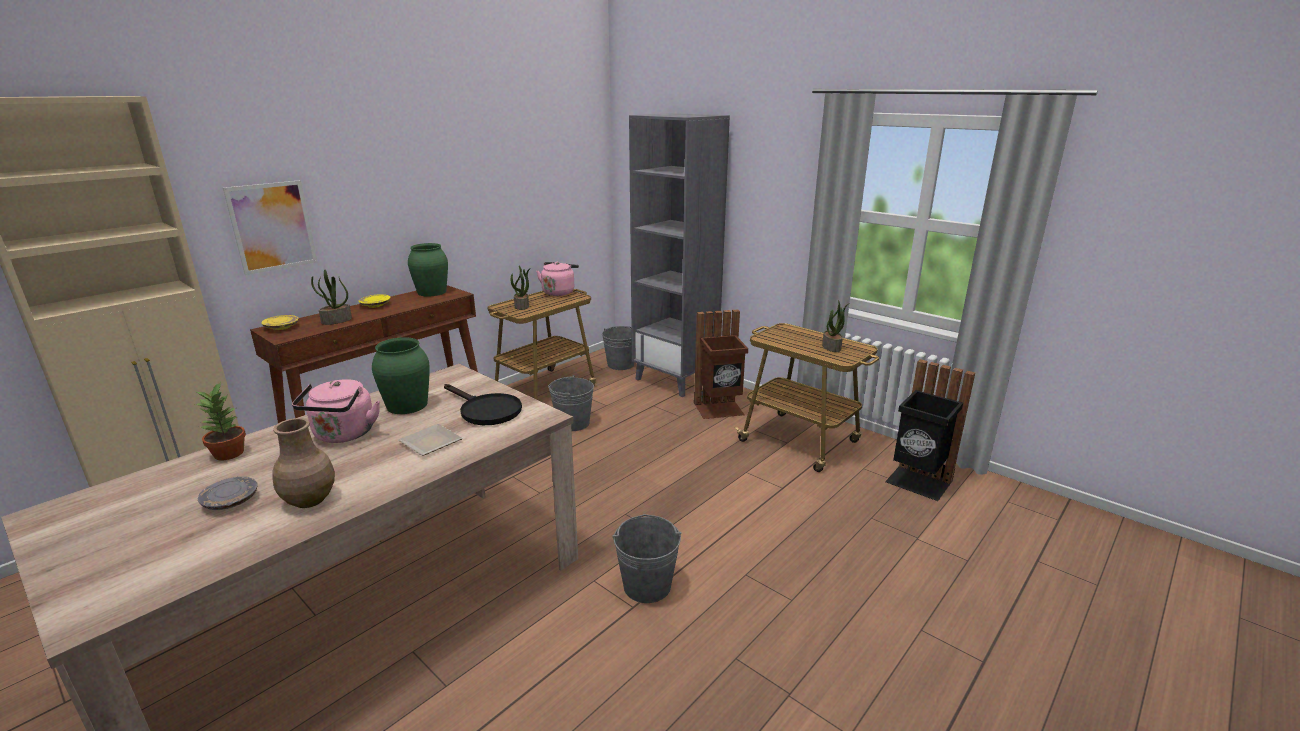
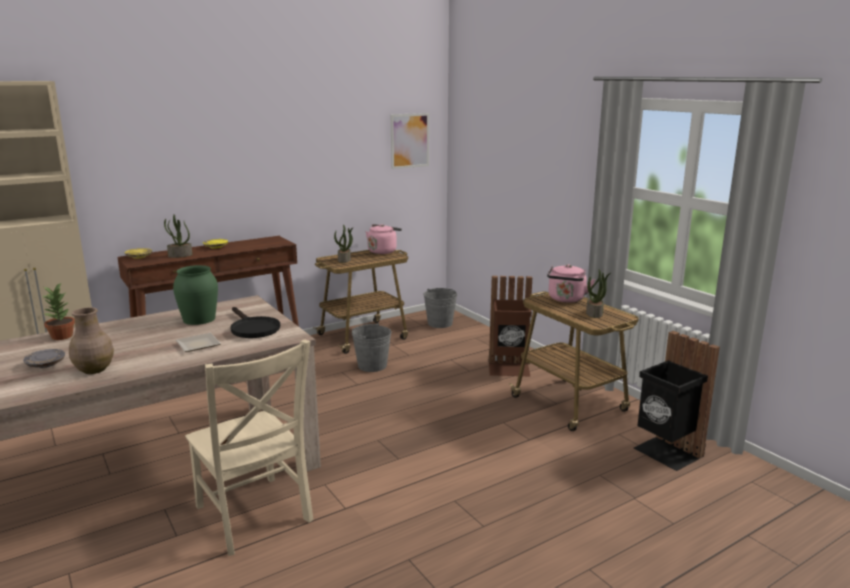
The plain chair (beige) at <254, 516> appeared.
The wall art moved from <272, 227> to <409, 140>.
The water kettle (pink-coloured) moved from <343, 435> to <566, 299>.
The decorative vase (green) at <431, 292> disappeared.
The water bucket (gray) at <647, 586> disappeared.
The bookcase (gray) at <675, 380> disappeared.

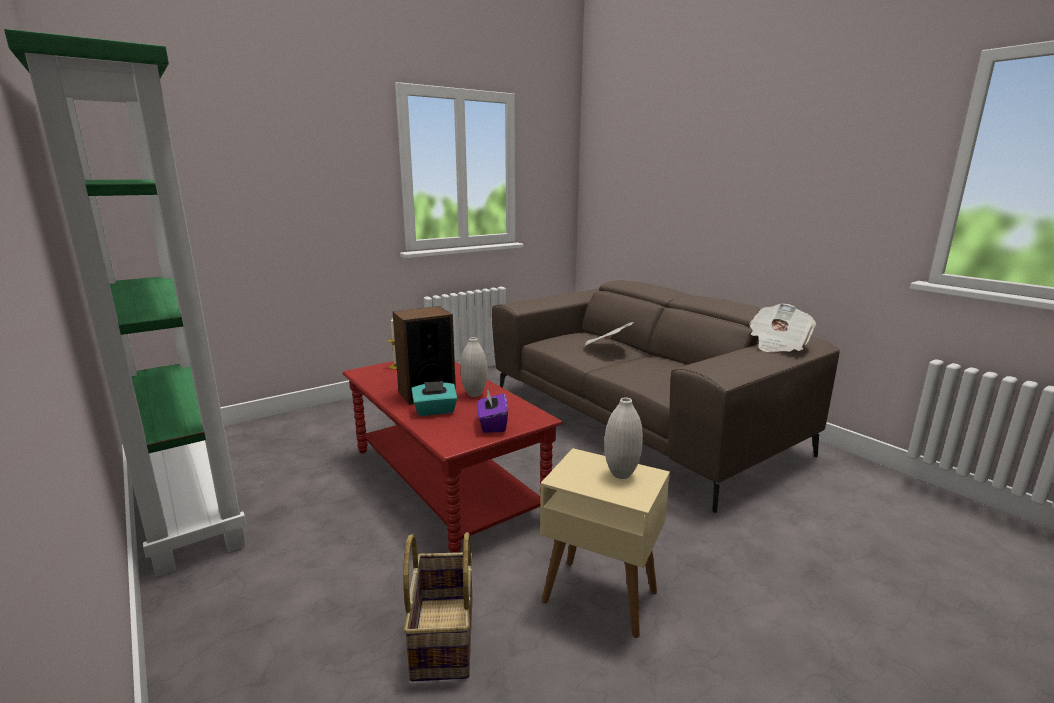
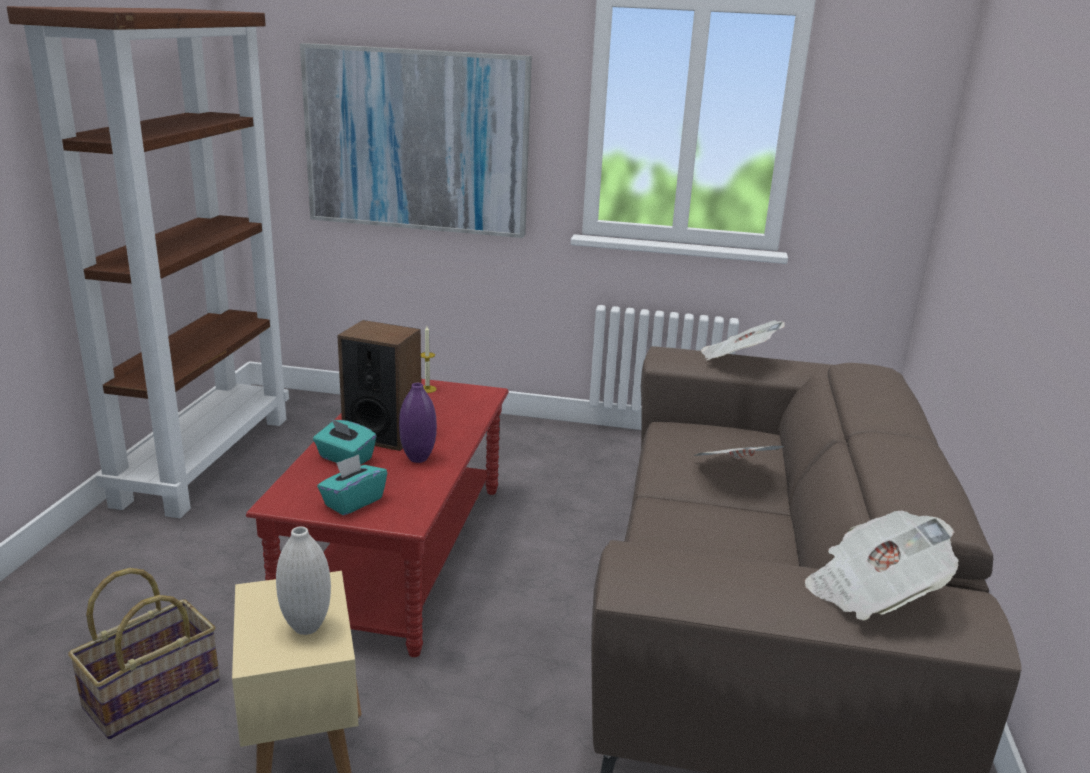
The bookcase (green) at <187, 505> became the bookcase (brownish) at <205, 458>.
The wall art at <417, 140> appeared.
The tissue holder (purple) at <492, 425> became the tissue holder (turquoise-coloured) at <353, 502>.
The decorative vase (white-coloured) at <474, 394> became the decorative vase (purple) at <418, 458>.
The newspaper at <737, 360> appeared.

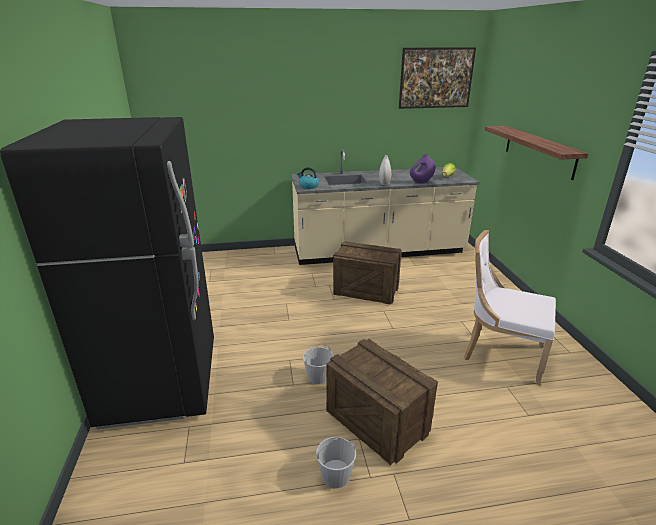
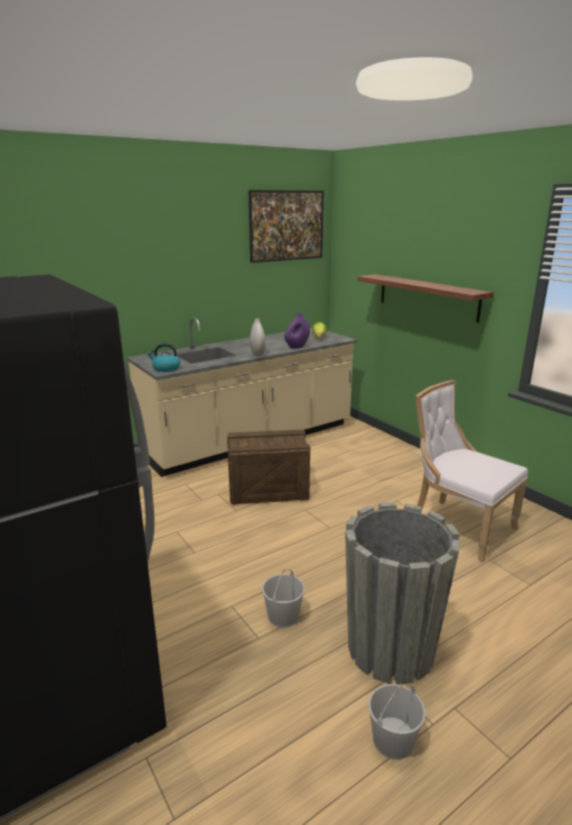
The packing crate at <376, 421> was replaced by the flower pot (gray) at <390, 648>.
The plain chair (white-coloured) at <500, 353> turned 45 degrees clockwise.

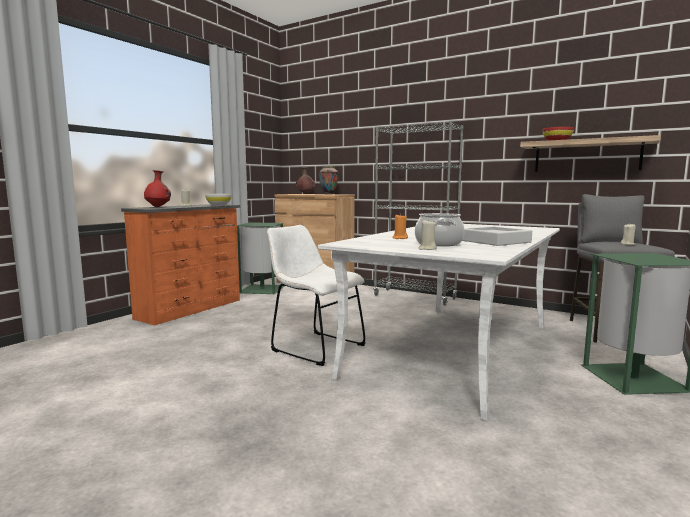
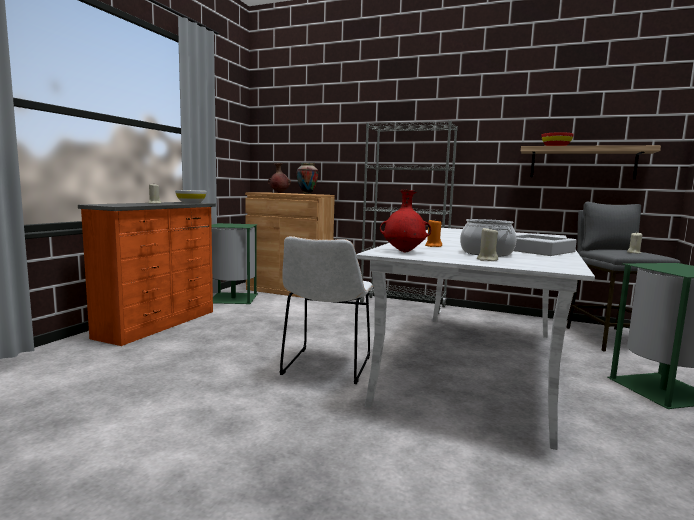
The plain chair (white-coloured) at <314, 347> turned 105 degrees counterclockwise.
The decorative vase (reddish) moved from <158, 207> to <404, 251>.

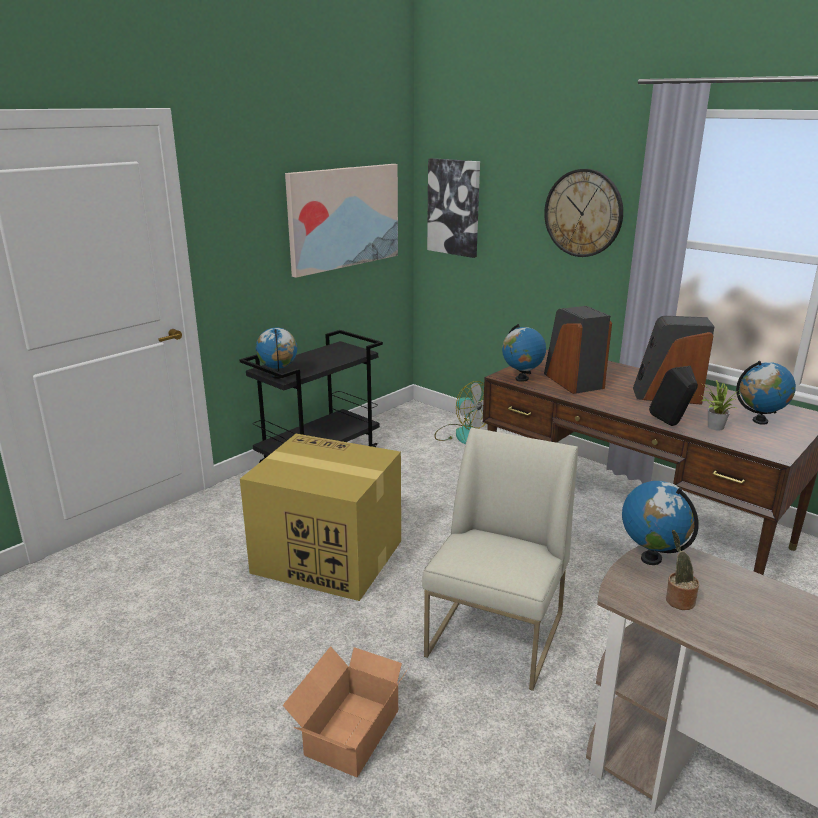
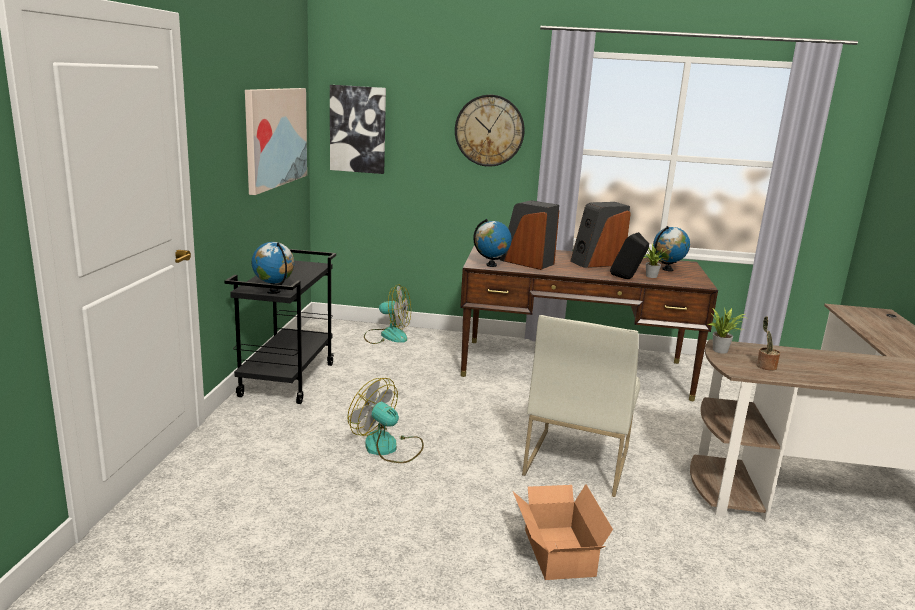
The cardboard box at <326, 556> was replaced by the electric fan at <388, 448>.
The plain chair (white-coloured) at <496, 635> turned 150 degrees counterclockwise.
The world globe at <651, 558> was replaced by the plant in a pot at <722, 350>.

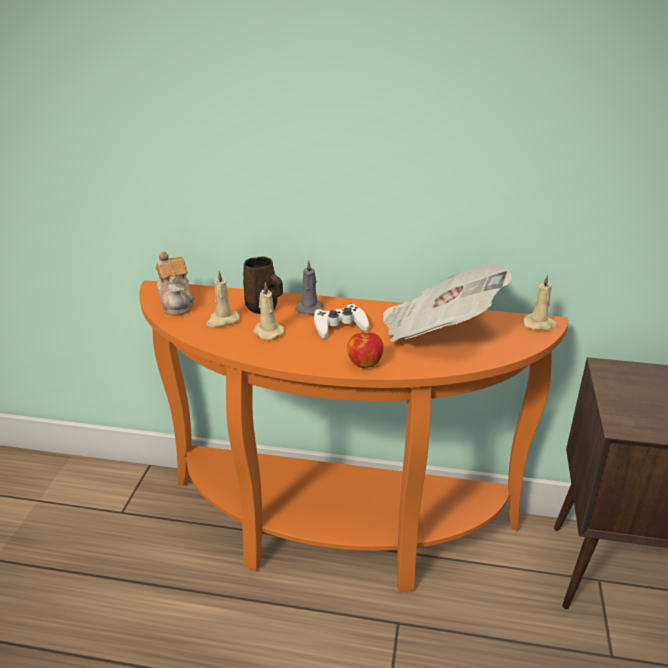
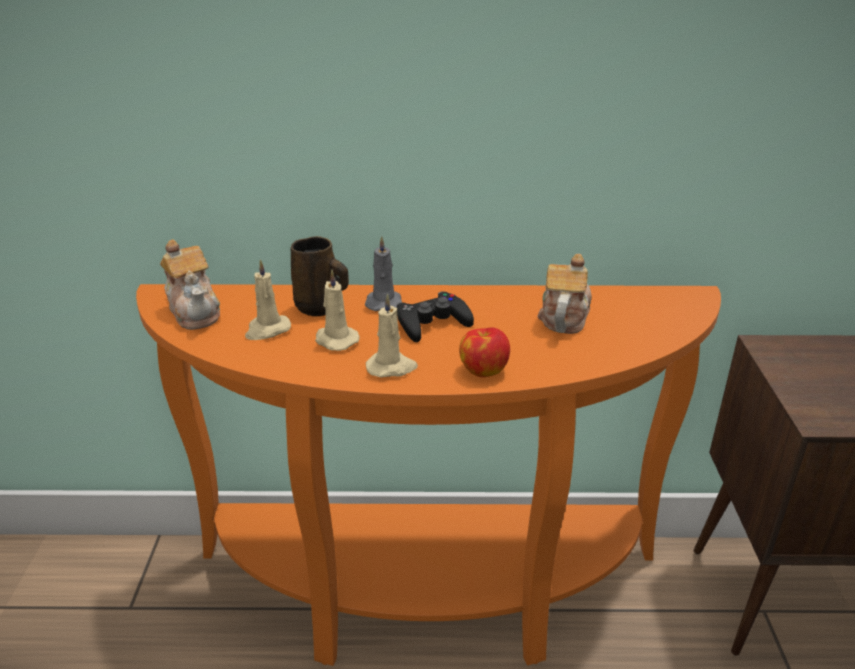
The wax candle (beige) moved from <540, 324> to <392, 367>.
The joypad (white-coloured) at <339, 326> became the joypad (black) at <432, 323>.
The newspaper at <438, 330> was replaced by the tea pot at <563, 317>.

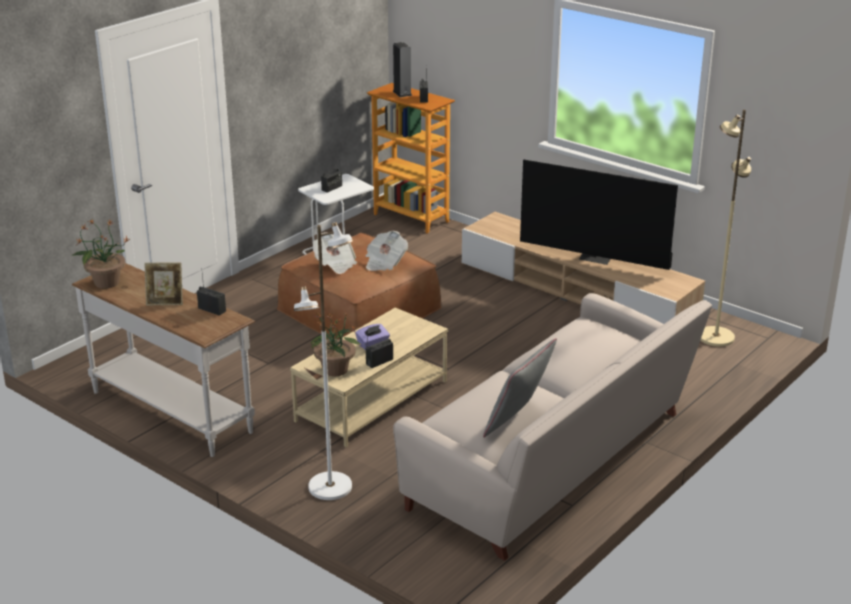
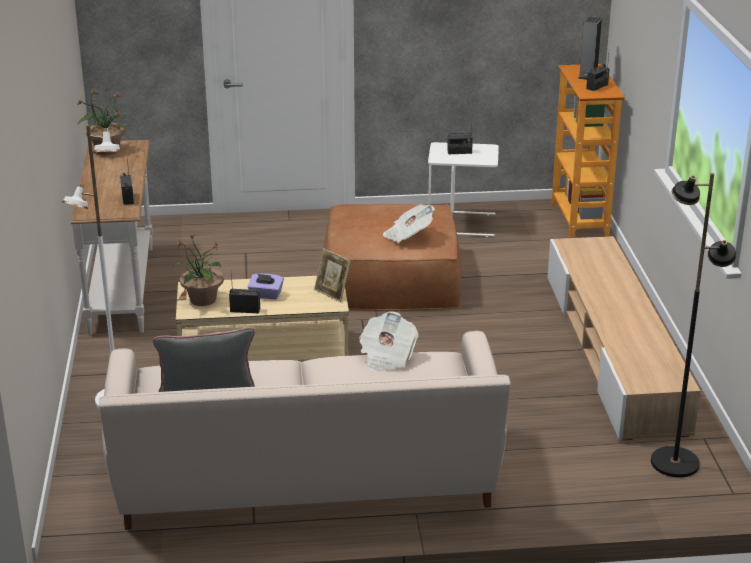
The standing frame moved from <165, 302> to <332, 293>.
The newspaper moved from <335, 264> to <386, 357>.
The standard lamp (beige) at <715, 337> became the standard lamp (black) at <674, 462>.
The television at <596, 258> disappeared.

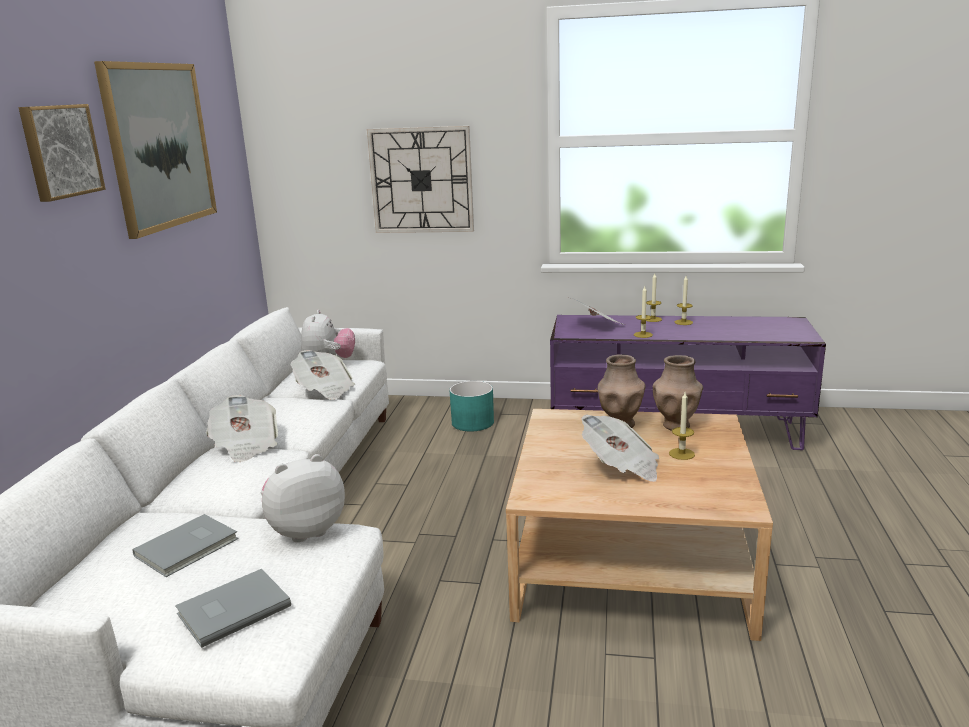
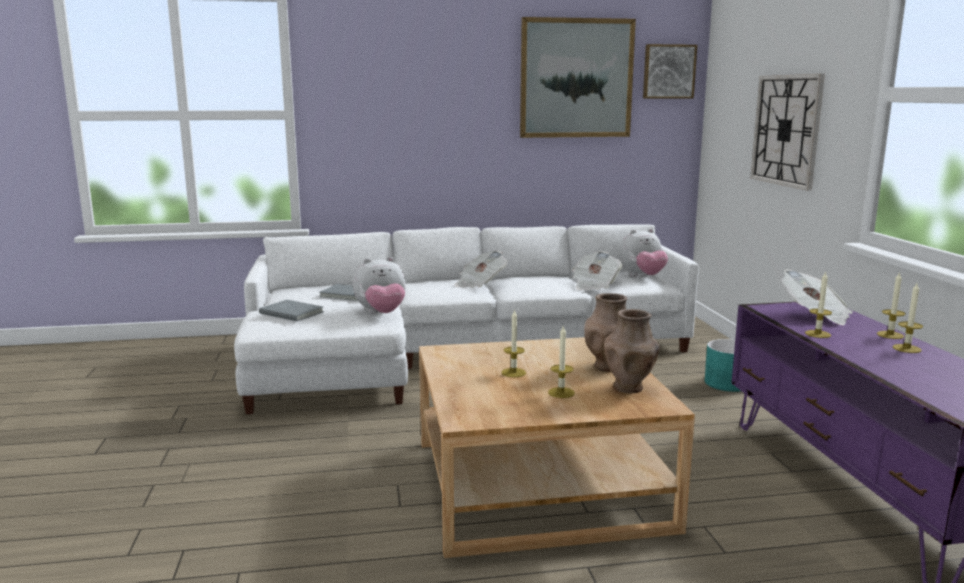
The cuddly toy at <305, 530> turned 120 degrees clockwise.
The newspaper at <621, 467> was replaced by the wax candle at <513, 372>.
The wall art moved from <60, 151> to <668, 71>.

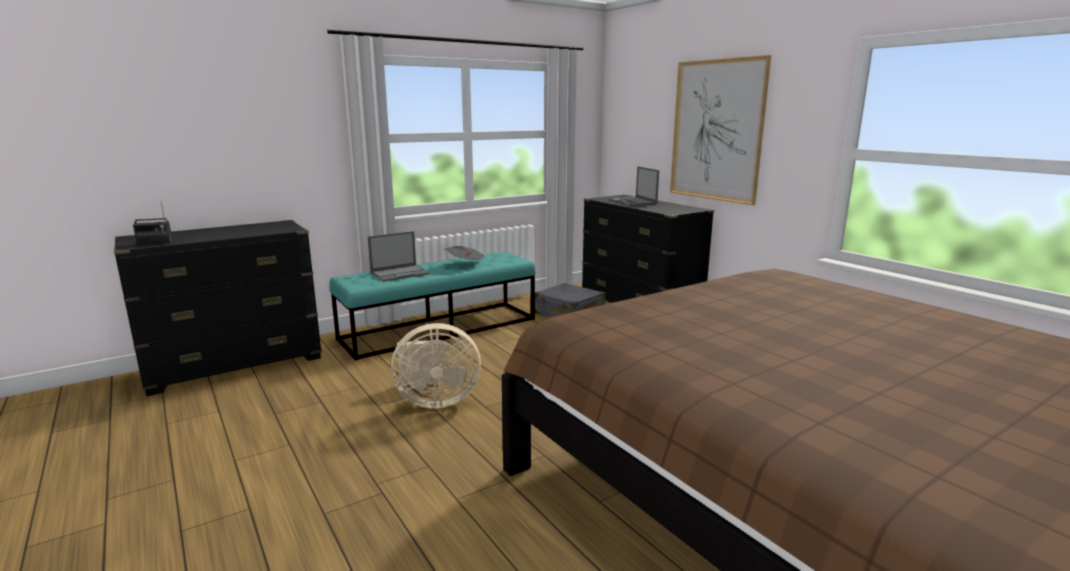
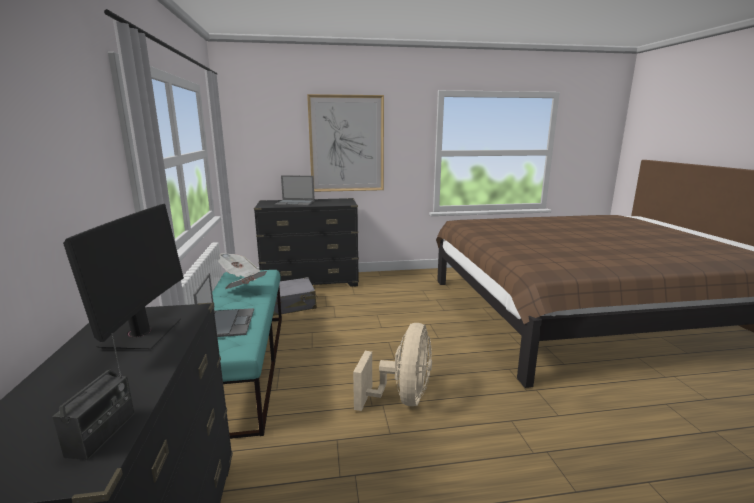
The computer display at <142, 334> appeared.
The newspaper at <241, 276> appeared.

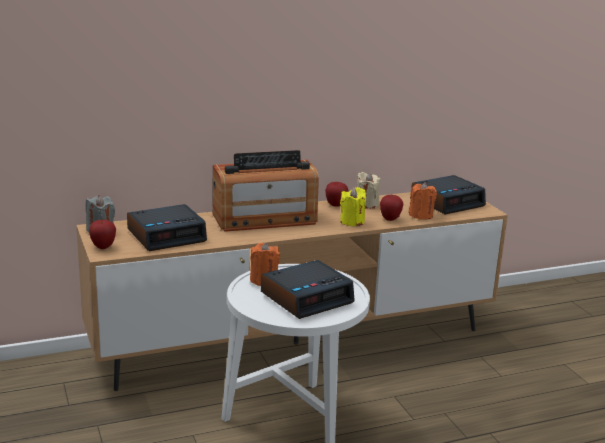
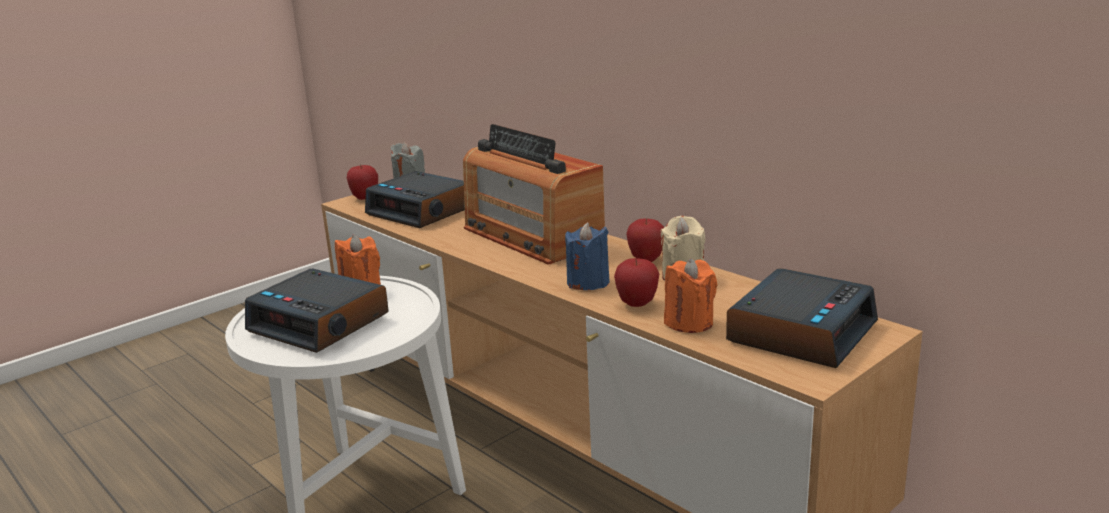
The wax candle (yellowish) at <352, 222> became the wax candle (blue-coloured) at <588, 282>.
The bedside clock at <447, 202> turned 90 degrees counterclockwise.

